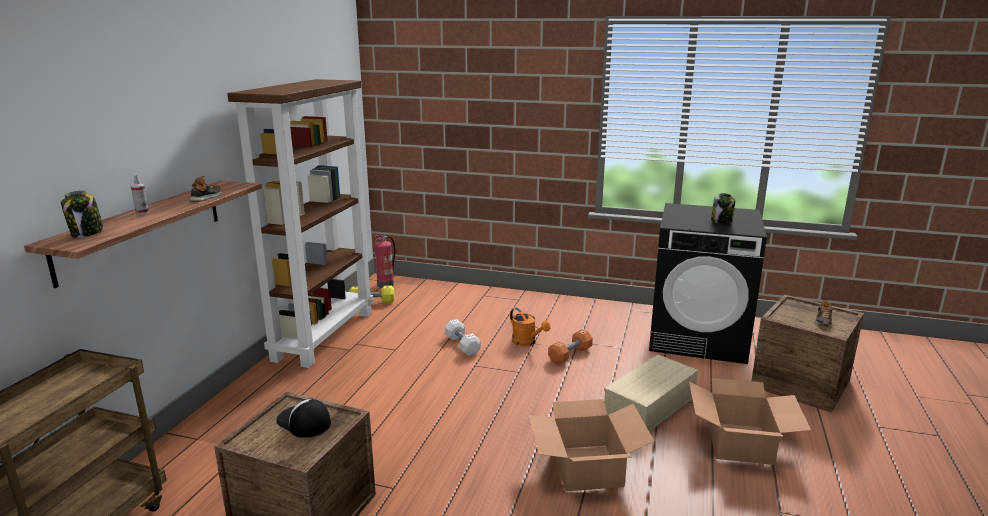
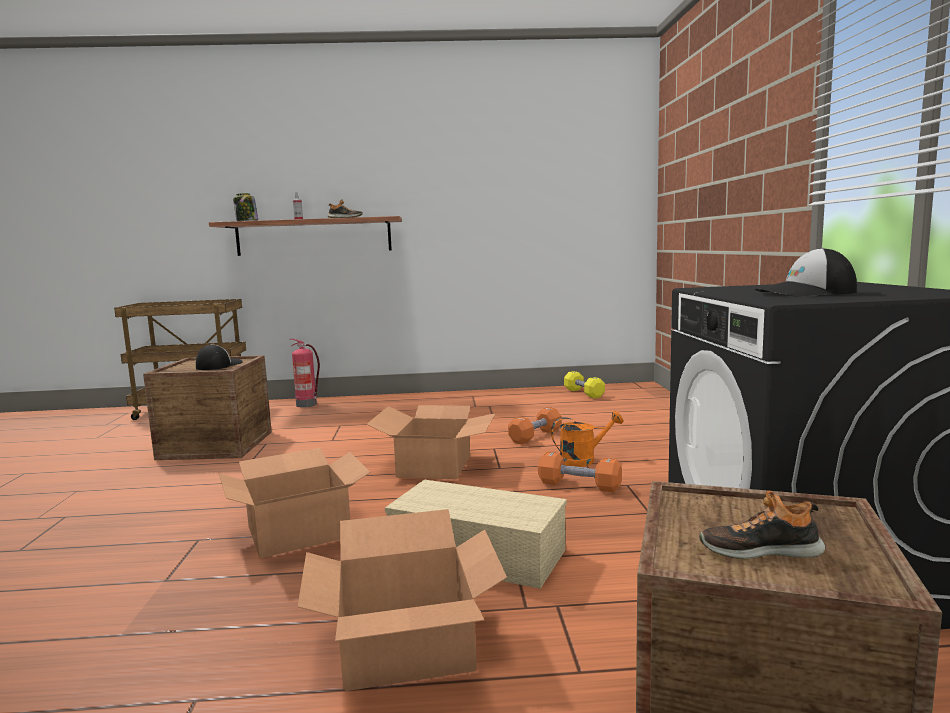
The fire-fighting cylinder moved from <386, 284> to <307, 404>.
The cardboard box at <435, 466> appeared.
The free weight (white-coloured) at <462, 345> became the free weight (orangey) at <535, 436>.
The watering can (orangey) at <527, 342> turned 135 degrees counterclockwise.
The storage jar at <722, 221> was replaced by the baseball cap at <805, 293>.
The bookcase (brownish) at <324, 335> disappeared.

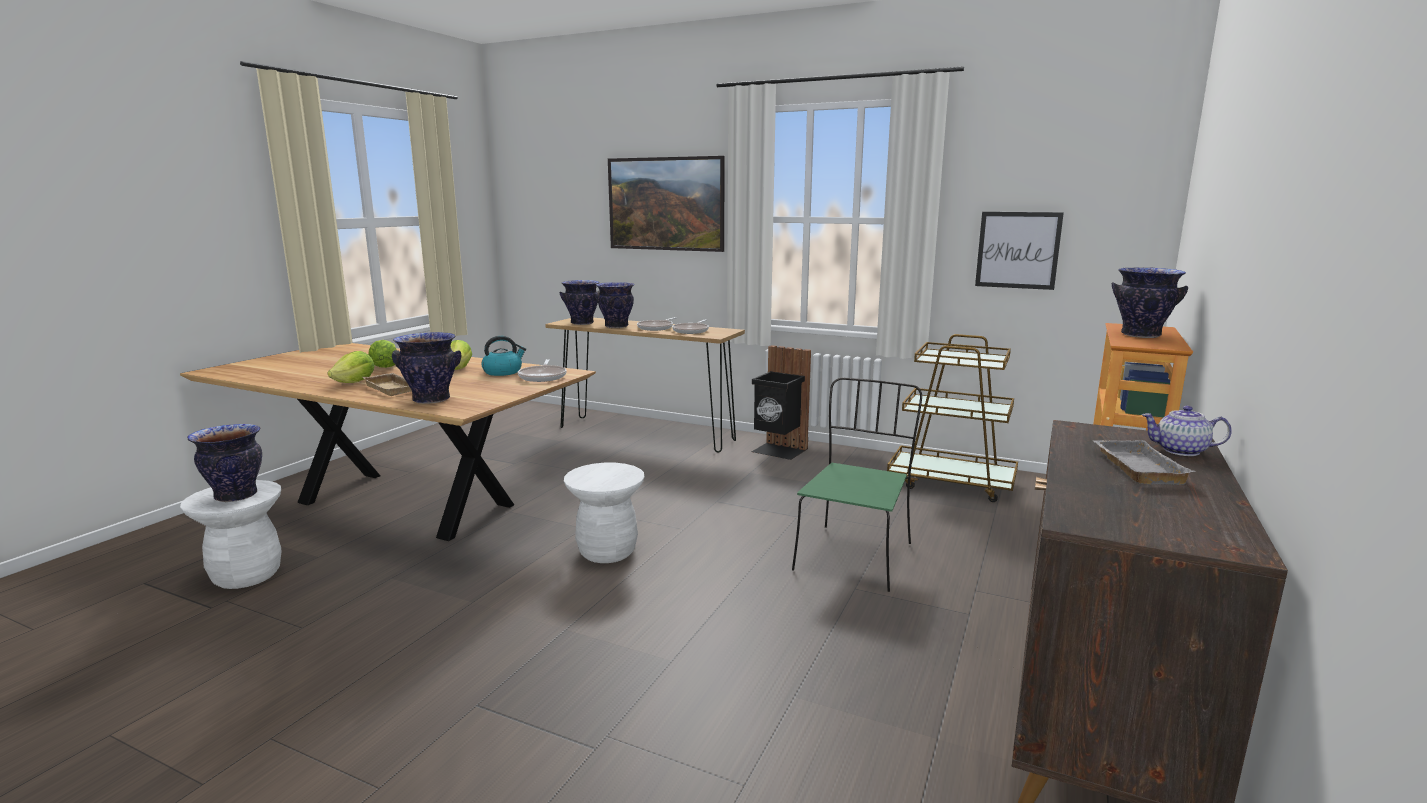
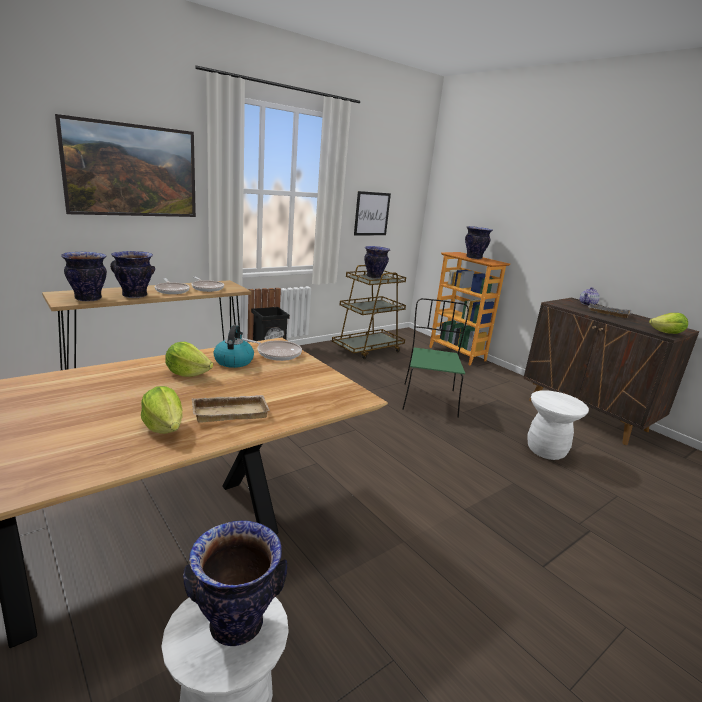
The decorative vase moved from <431, 400> to <374, 277>.
The plain chair (green) at <854, 555> turned 45 degrees clockwise.
The sitting stool (white-coloured) moved from <607, 552> to <546, 450>.
The lettuce moved from <385, 367> to <667, 333>.

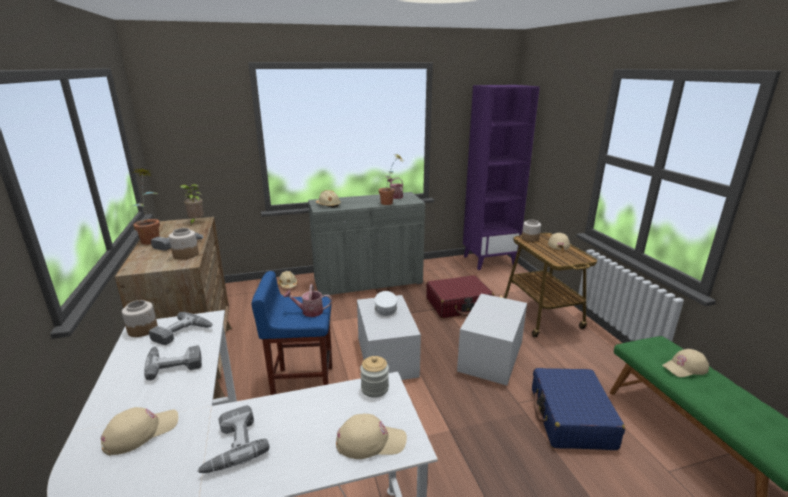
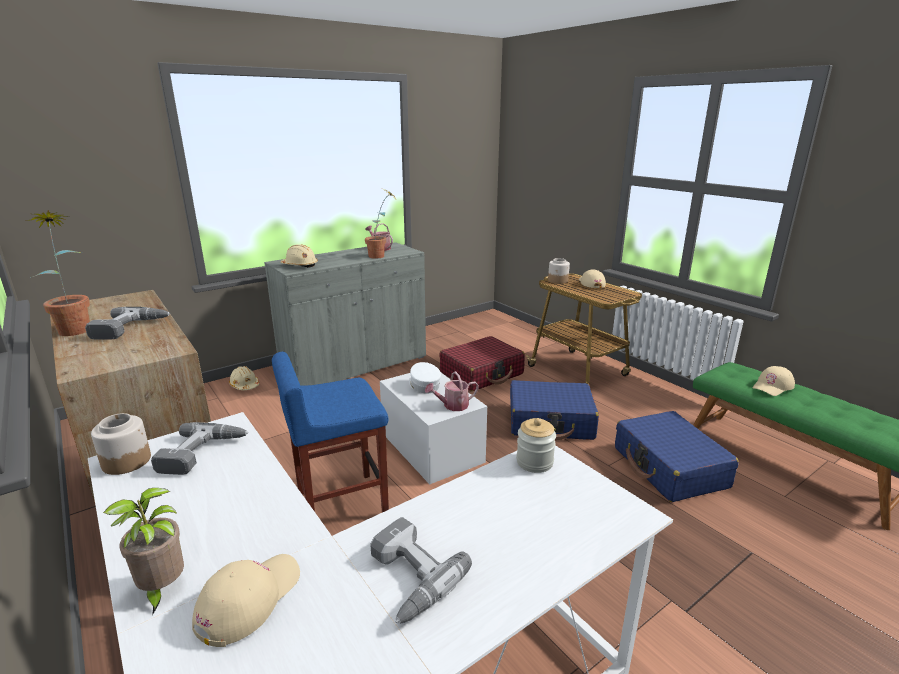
The plant in a pot moved from <196, 222> to <162, 590>.
The watering can moved from <309, 311> to <452, 406>.
The storage container (white-coloured) at <491, 355> was replaced by the piece of luggage (blue-coloured) at <550, 421>.
The electric drill at <174, 362> disappeared.
The storage jar at <185, 255> disappeared.
The baseball cap (beige) at <371, 441> disappeared.
The bookcase (purple) at <489, 260> disappeared.

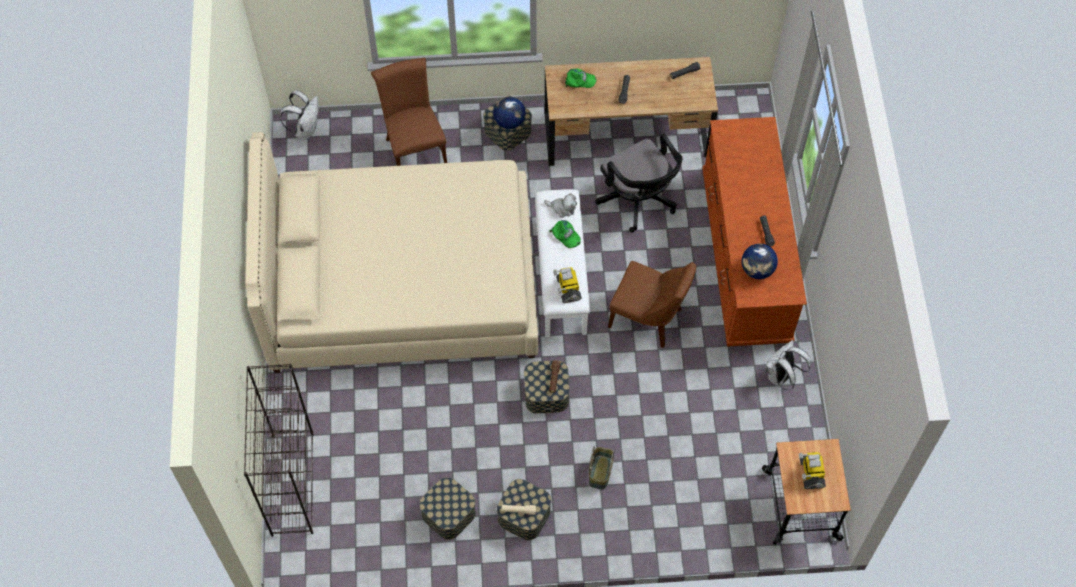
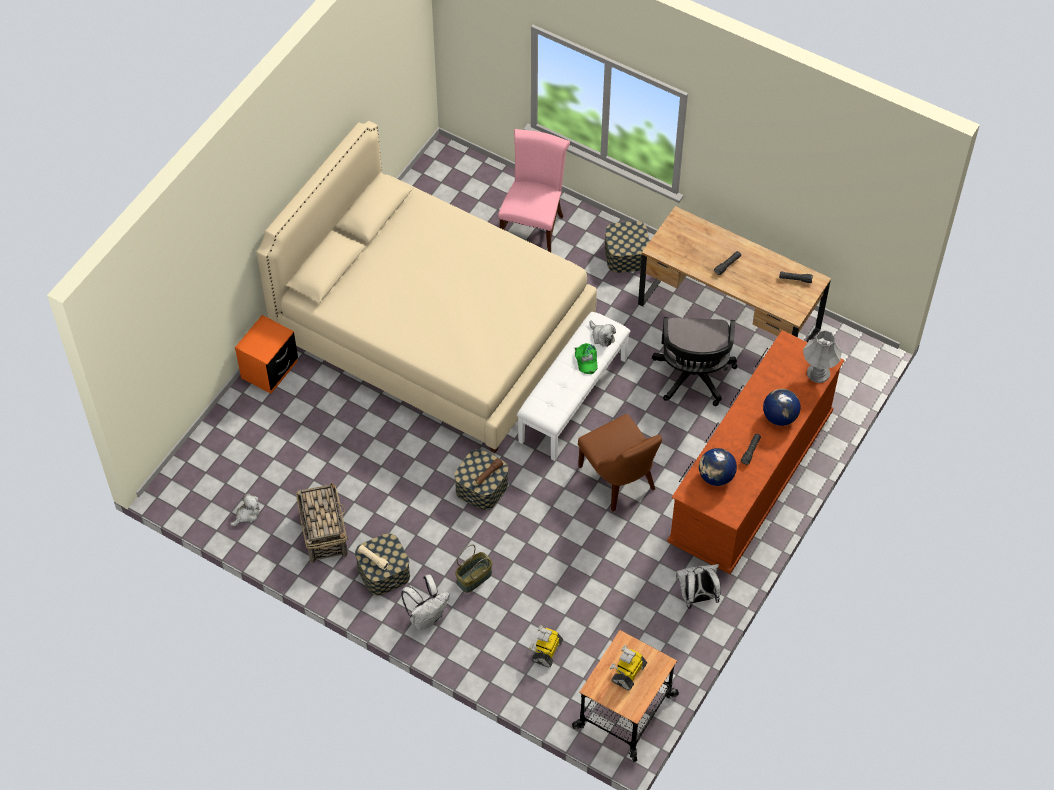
The cuddly toy at <247, 514> appeared.
The night table (orangey) at <269, 370> appeared.
The storage container at <448, 514> was replaced by the storage basket at <324, 532>.
The knapsack (white-coloured) moved from <305, 129> to <426, 617>.
The plain chair (brownish) at <414, 149> became the plain chair (pink-coloured) at <533, 226>.
The toy robot moved from <567, 288> to <546, 651>.
The world globe moved from <509, 122> to <779, 417>.
The lamp for a table (gray) at <818, 373> appeared.
The bookcase (black) at <292, 483> disappeared.
The baseball cap (green) at <580, 80> disappeared.

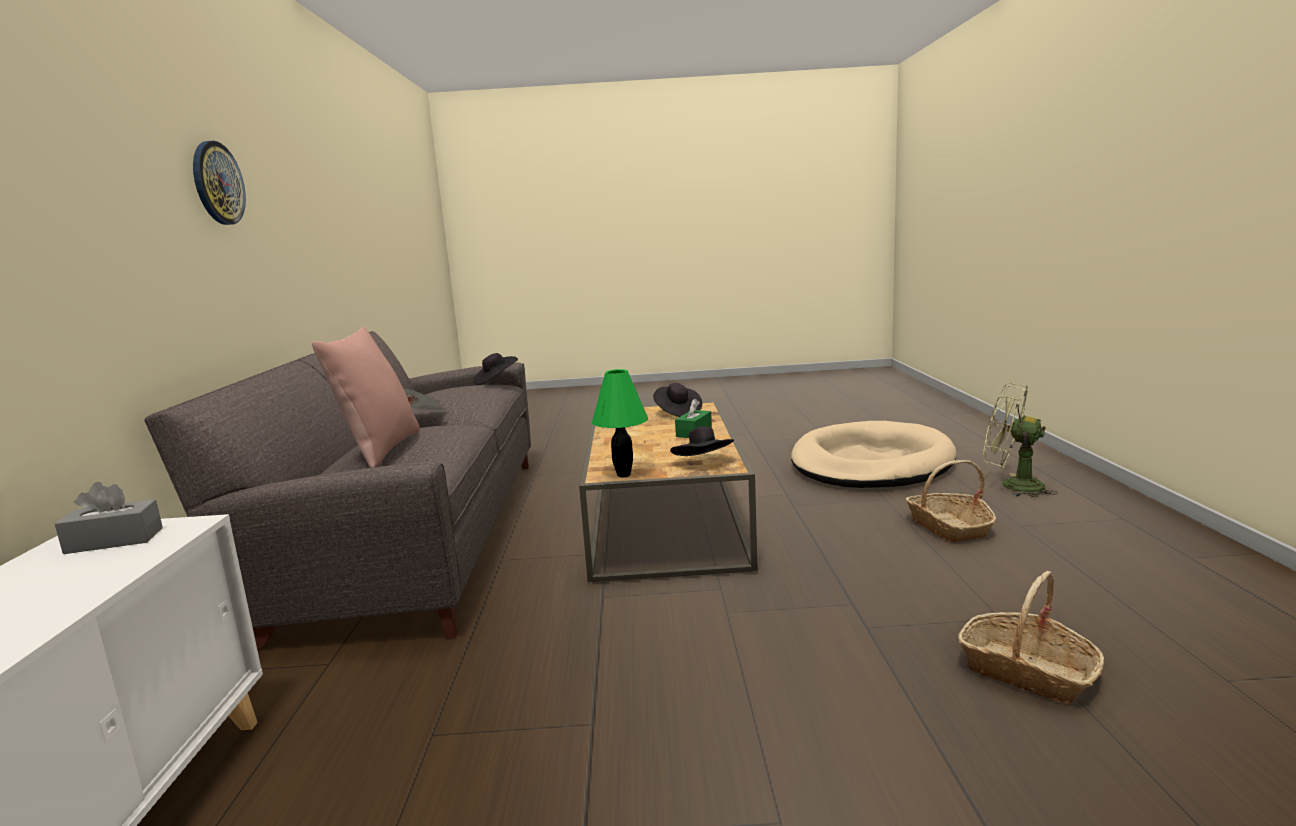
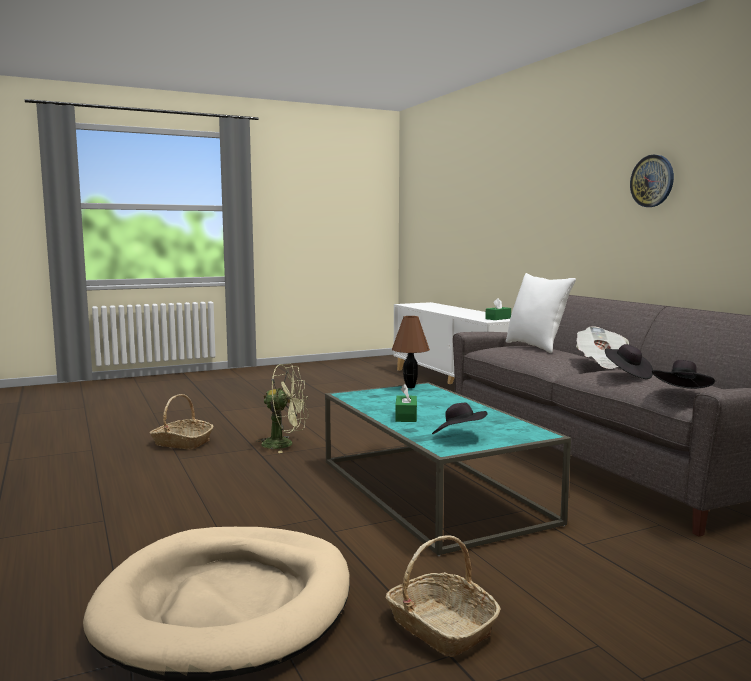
The electric fan (green) moved from <1012, 485> to <284, 444>.
The low table (brownish) at <664, 518> became the low table (turquoise-coloured) at <432, 491>.
The storage basket moved from <949, 527> to <440, 627>.
The lamp for a table (green) at <623, 475> became the lamp for a table (brownish) at <410, 387>.
The tissue holder (gray) at <114, 540> became the tissue holder (green) at <498, 318>.
The pillow (pink-coloured) at <379, 450> became the pillow (white-coloured) at <536, 347>.
The clothing hat (black) moved from <703, 463> to <627, 375>.

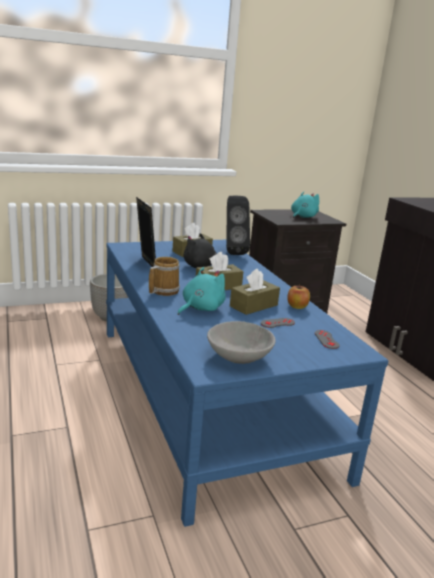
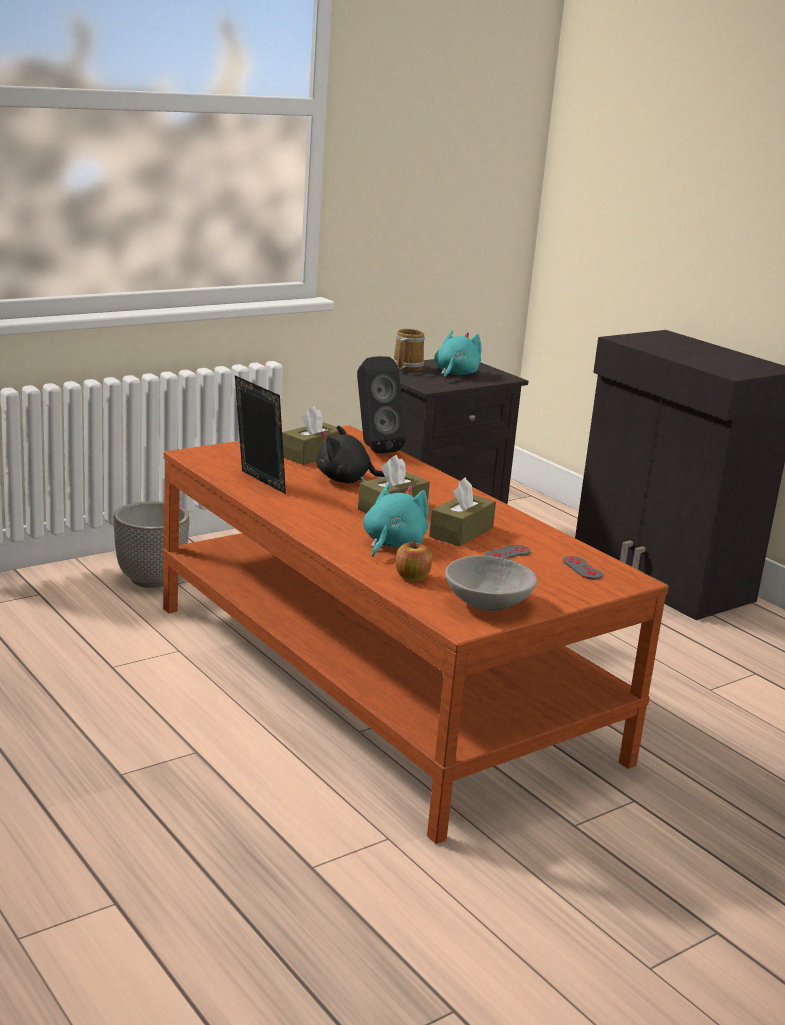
The low table (blue-coloured) at <207, 394> became the low table (brownish) at <377, 680>.
The tea mug moved from <162, 291> to <406, 367>.
The apple fruit moved from <297, 306> to <412, 577>.

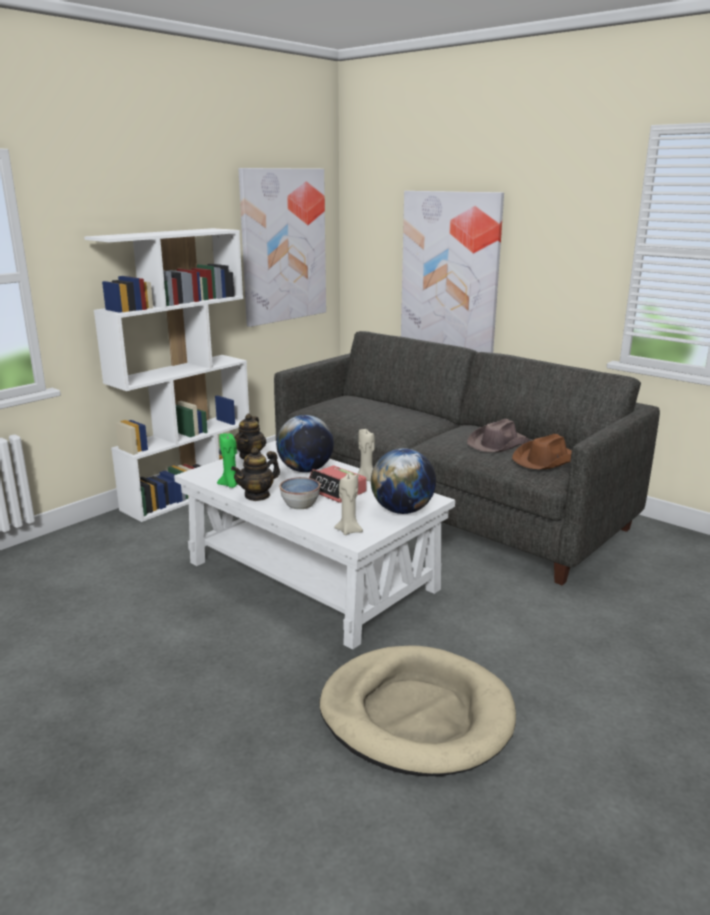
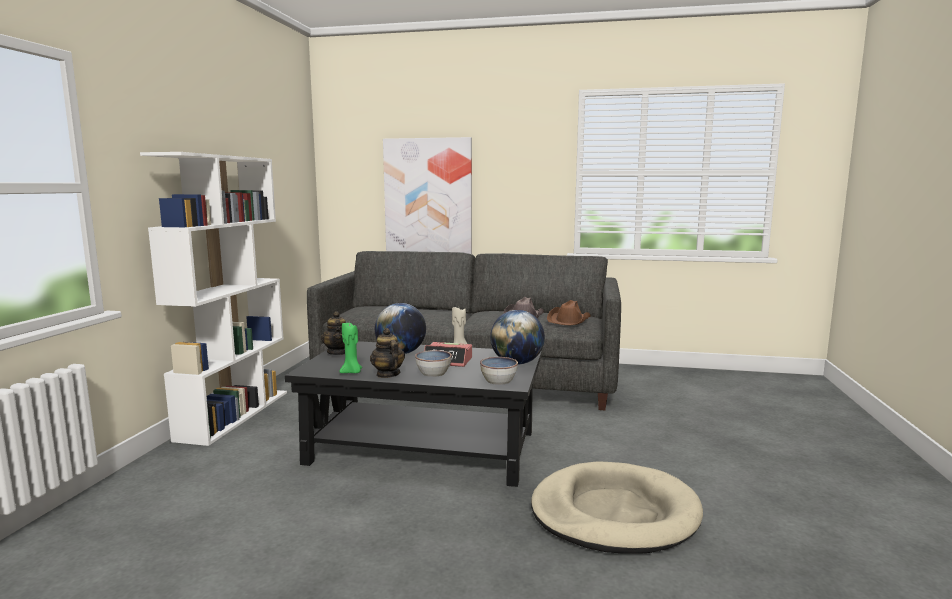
The low table (white-coloured) at <312, 575> became the low table (black) at <424, 447>.
The tea pot at <257, 495> turned 135 degrees clockwise.
The wax candle (beige) at <348, 531> was replaced by the deep dish at <499, 381>.
The wall art at <283, 246> disappeared.

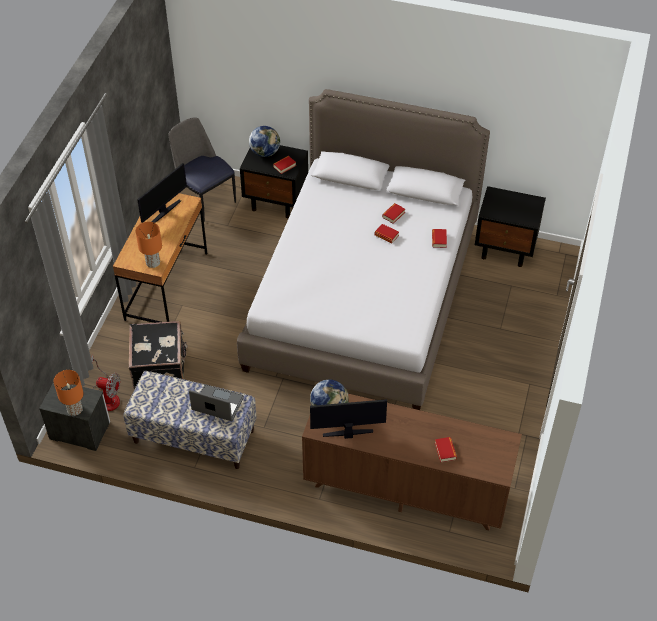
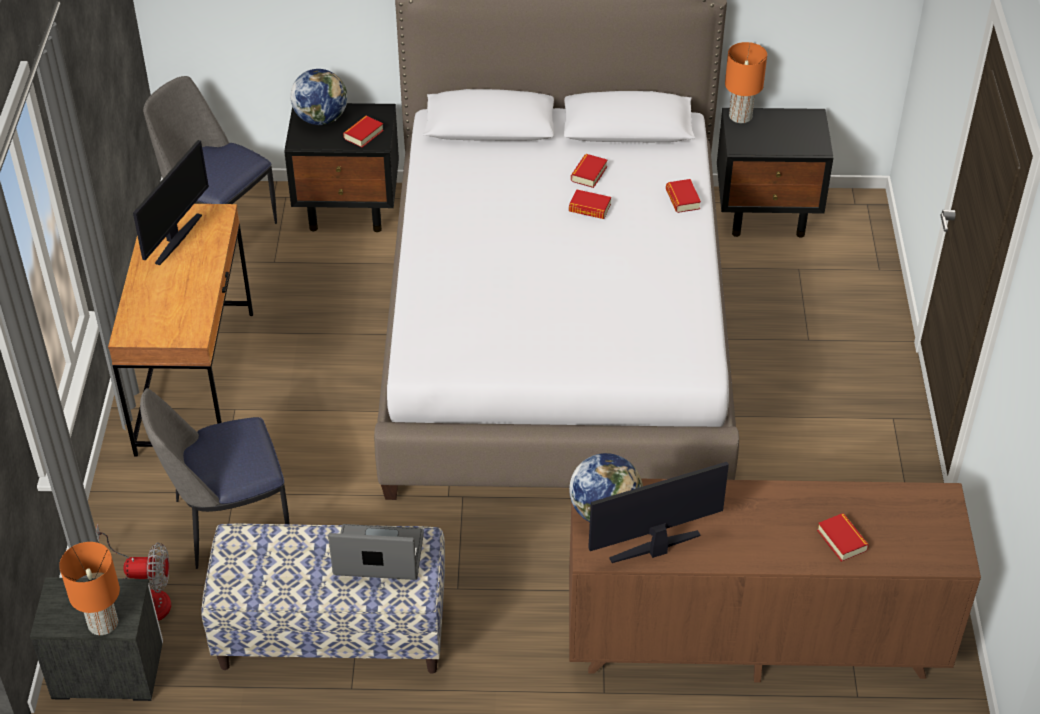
The piece of luggage (black) at <160, 366> was replaced by the plain chair at <228, 523>.
The lamp for a table (orangey) moved from <152, 262> to <740, 116>.

